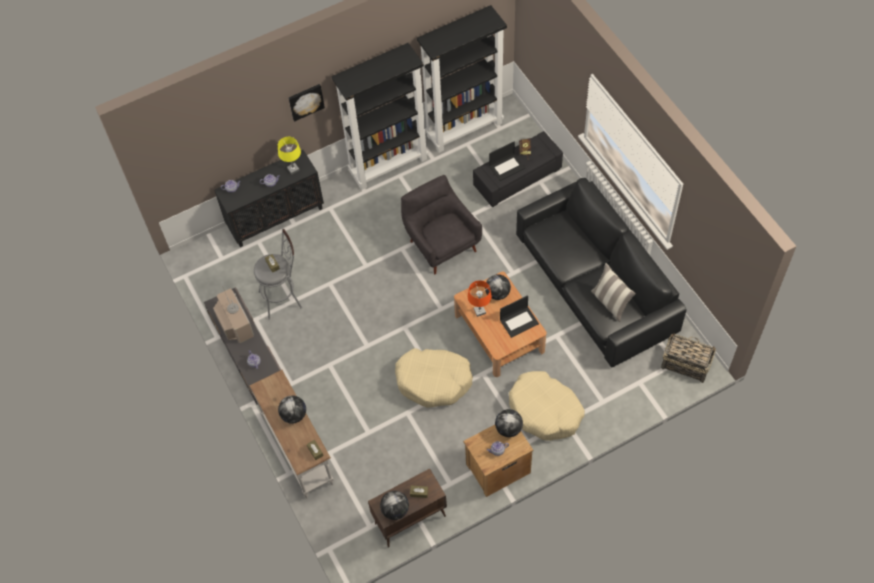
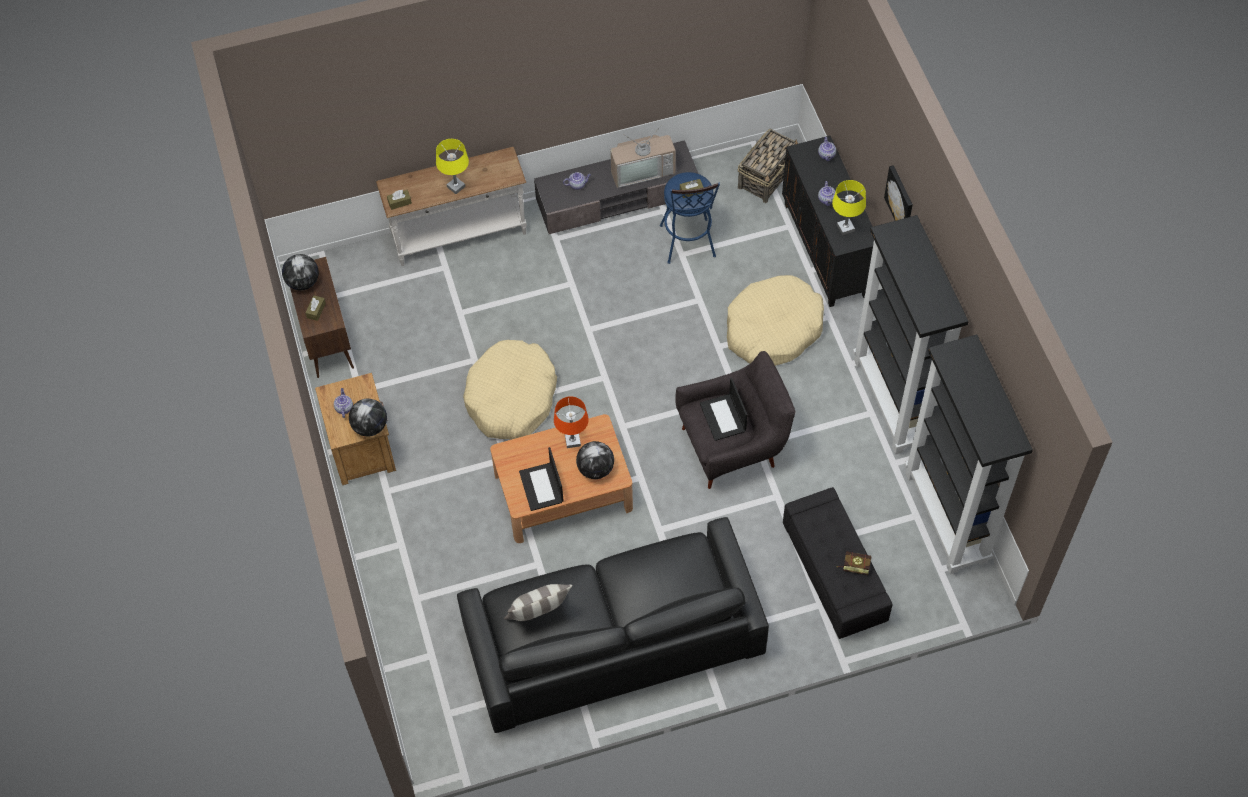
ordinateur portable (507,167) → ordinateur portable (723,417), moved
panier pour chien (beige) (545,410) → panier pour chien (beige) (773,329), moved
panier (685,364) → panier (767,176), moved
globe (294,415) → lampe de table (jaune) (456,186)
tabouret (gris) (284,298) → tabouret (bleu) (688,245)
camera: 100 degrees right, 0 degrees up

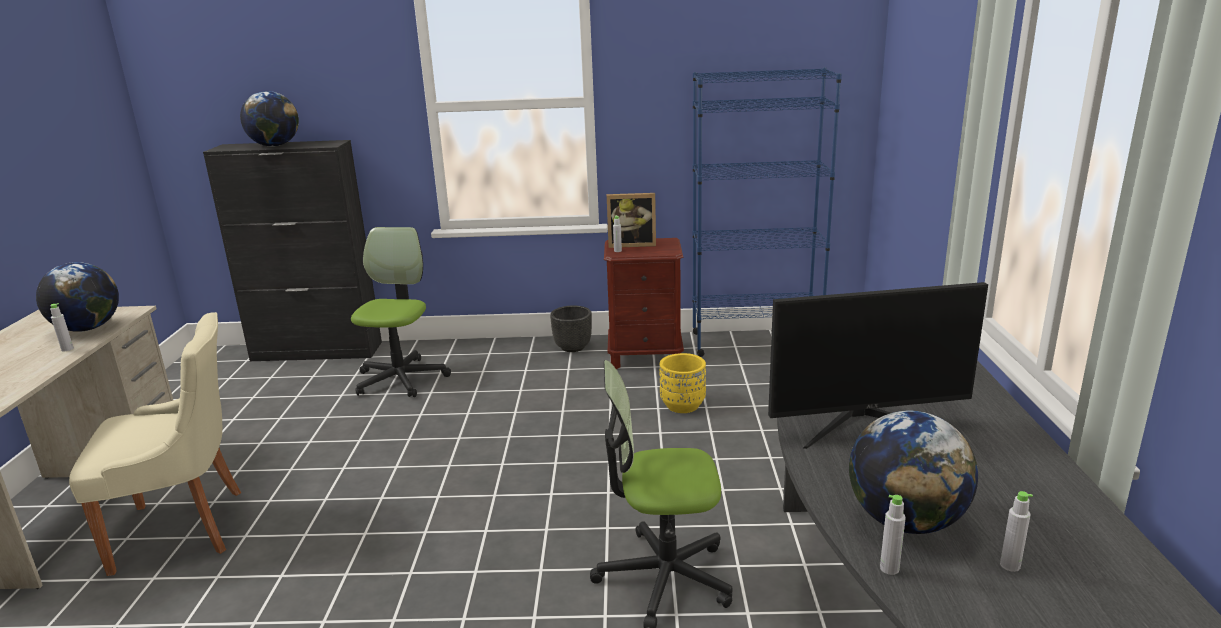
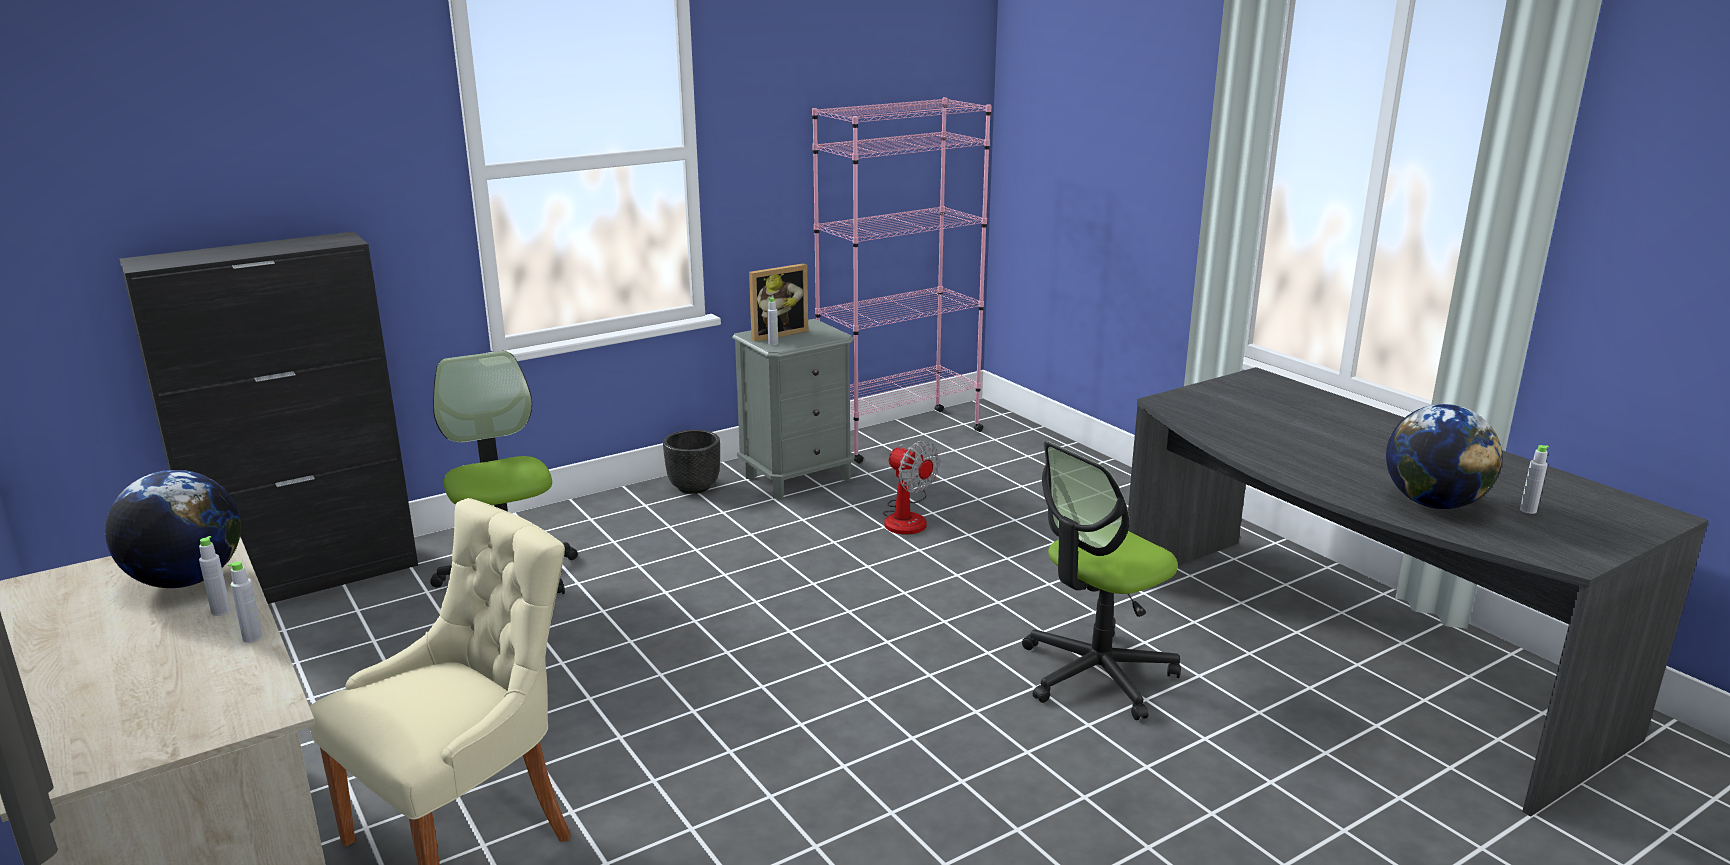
globe (275,146) → -
écran d'ordinateur (865,424) → -
bouteille (gris) (889,568) → bouteille (gris) (252,638), moved
cache-pot (jaune) (682,405) → ventilateur (907,517)
table de chevet (marron) (645,357) → table de chevet (gris) (798,478)
bibliothèque (bleu) (755,342) → bibliothèque (rose) (899,435)
camera: 35 degrees left, 0 degrees up

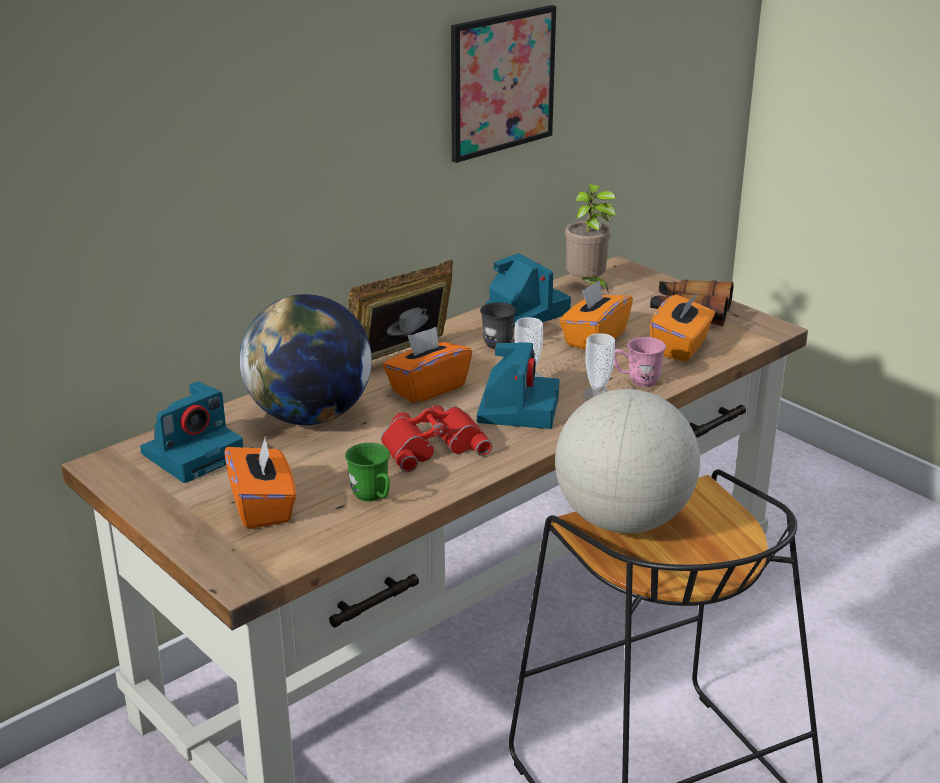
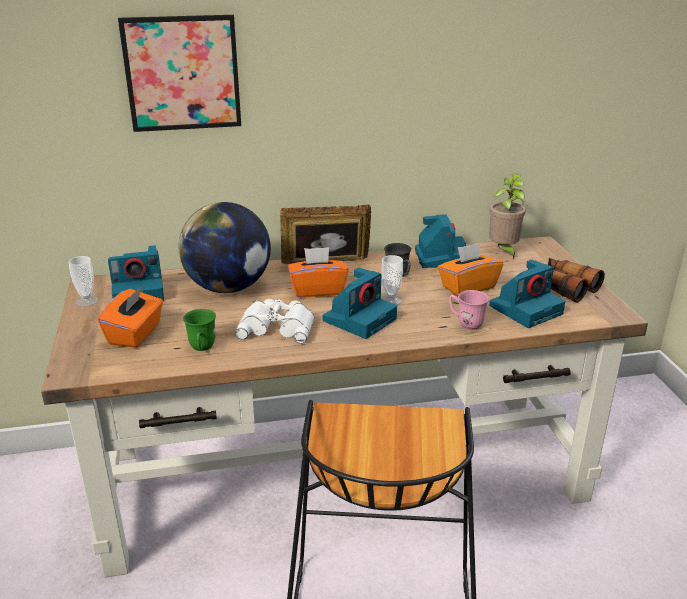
globe (622,520) → -
tableau (502,82) → tableau (182,73), moved
tasse (597,394) → tasse (87,301), moved
boîte à mouchoirs (orange) (681,347) → appareil photo (526,309)
jumelles (rouge) (432,444) → jumelles (blanc) (277,326)
camera: 30 degrees right, 0 degrees up

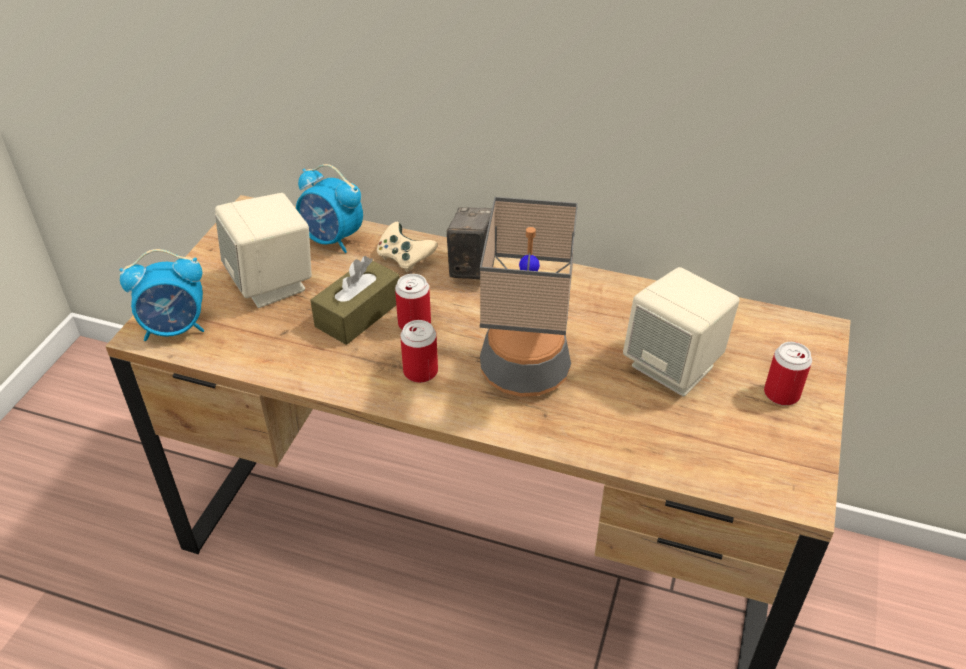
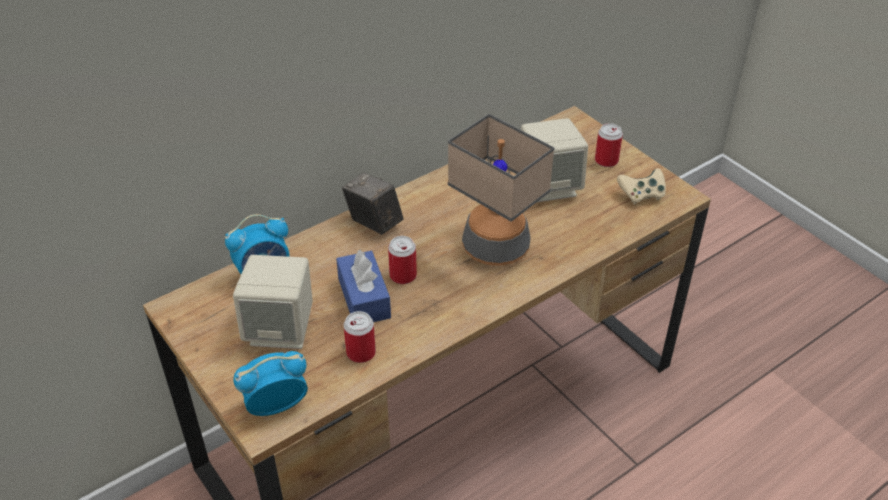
manette (beige) (404,259) → manette (beige) (641,195), moved
boîte métallique (420,371) → boîte métallique (361,353), moved
boîte à mouchoirs (marron) (358,314) → boîte à mouchoirs (bleu) (364,298)
réveil (176,328) → réveil (275,405), 135 degrees counterclockwise
camera: 55 degrees left, 0 degrees up

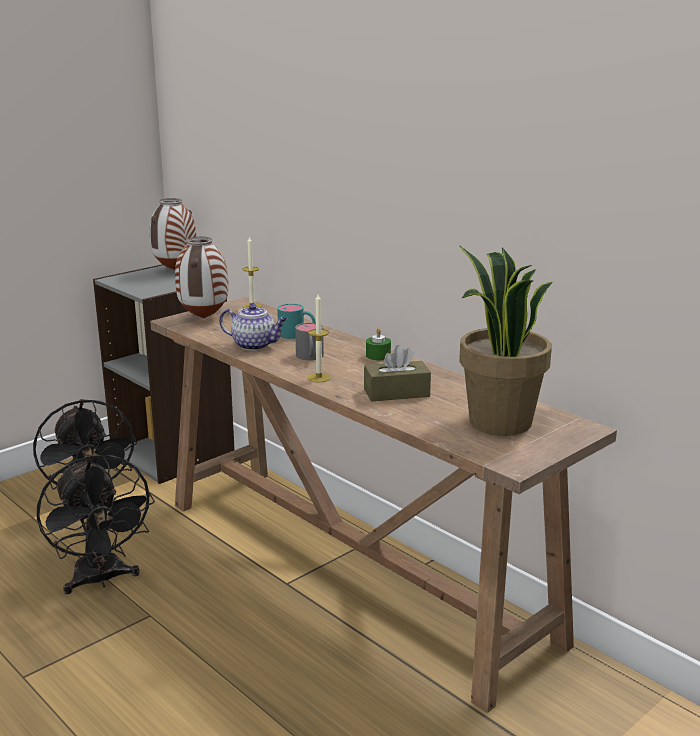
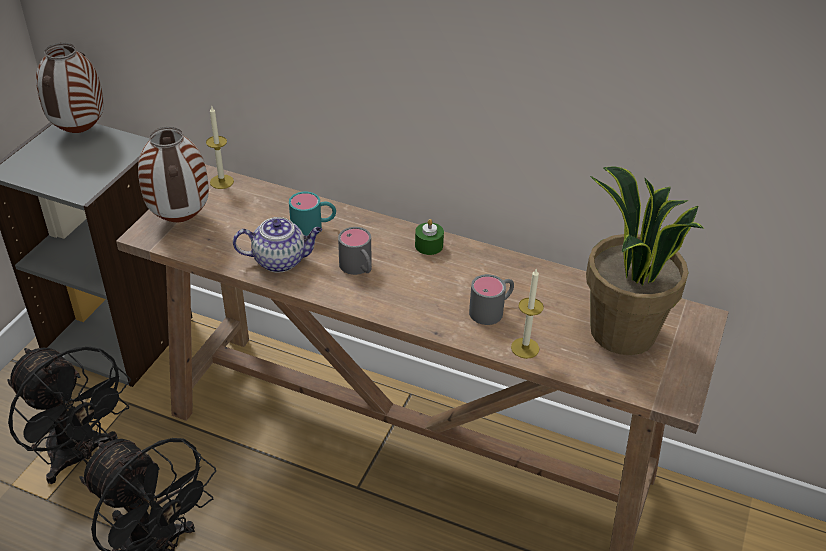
bougie (319,377) → bougie (525,348), moved
boîte à mouchoirs (marron) (396,393) → mug (gris) (492,309)
camera: 25 degrees left, 20 degrees up

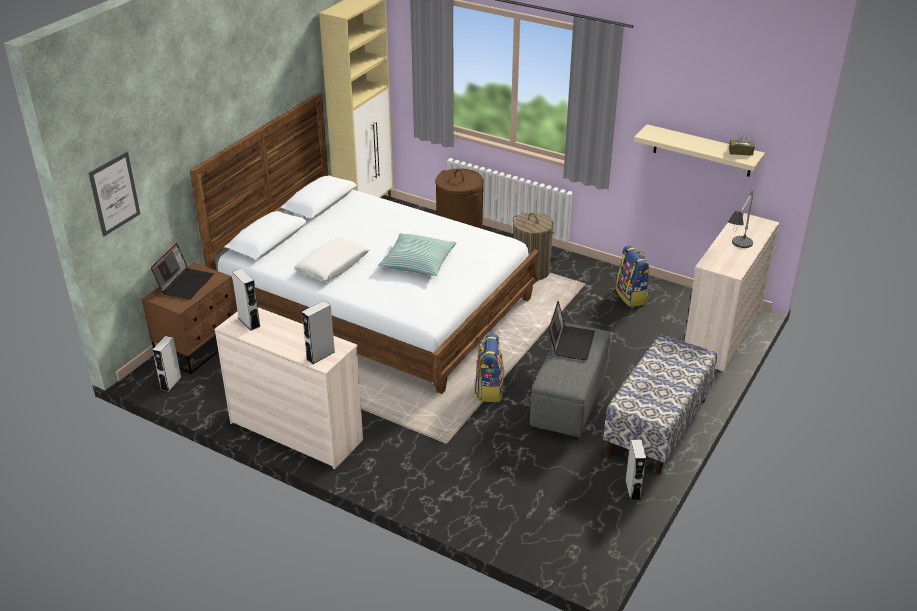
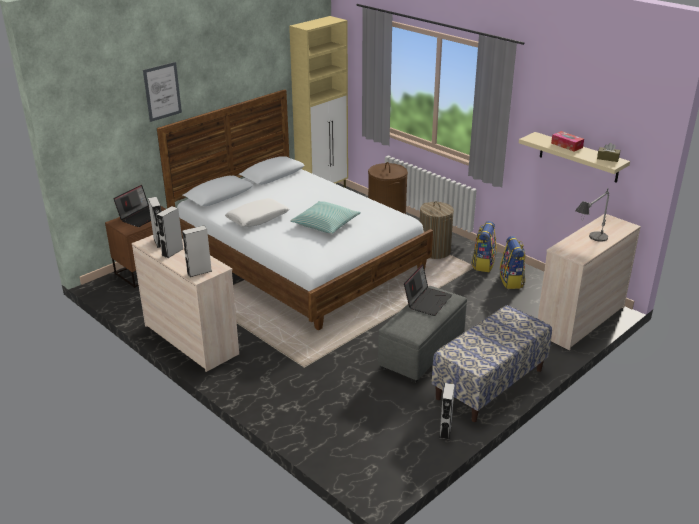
- → boîte à mouchoirs (566,145)
tableau (114,193) → tableau (162,91), moved
enceinte (gris) (171,383) → enceinte (gris) (172,252), moved
sac à dos (489,389) → sac à dos (483,264), moved
camera: 15 degrees right, 5 degrees down

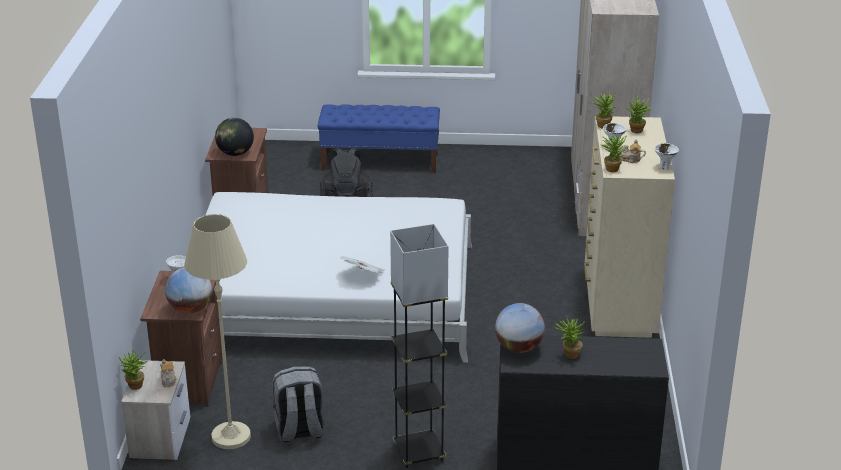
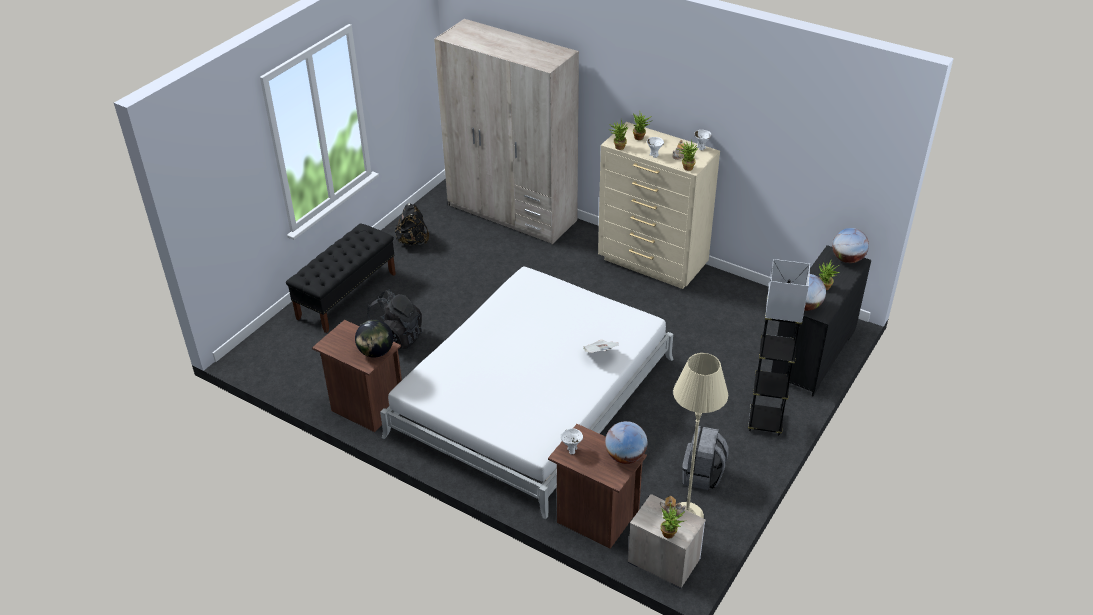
- → sac à dos (noir) (413,241)
- → globe (847,259)
banc (bleu) (380,162) → banc (noir) (347,296)
camera: 60 degrees left, 10 degrees up

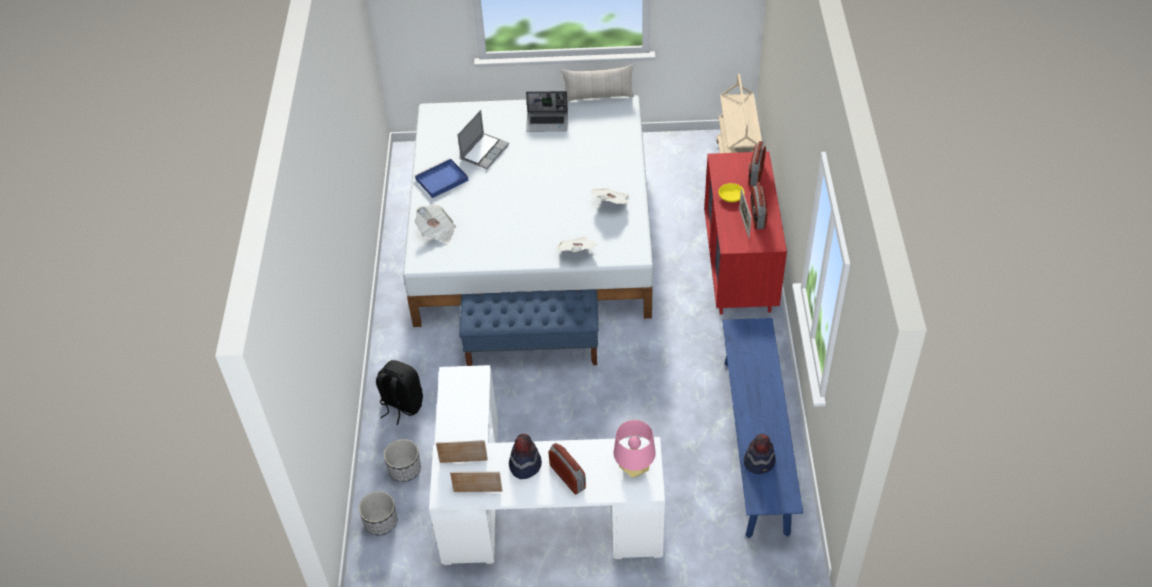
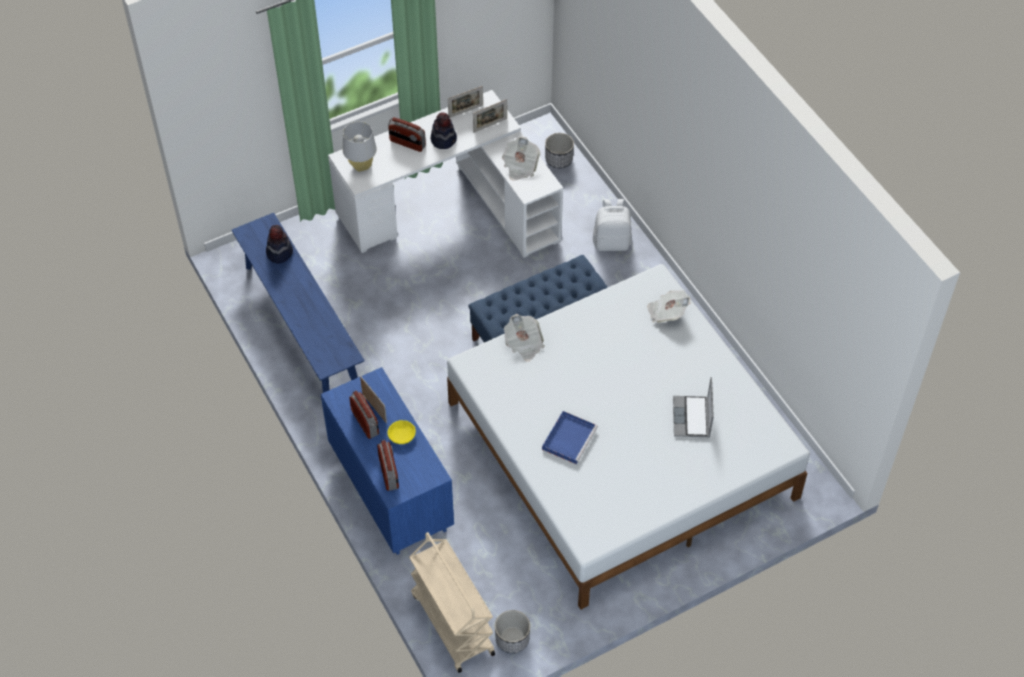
ordinateur portable (547,122) → -
coussin (beige) (598,96) → -
cache-pot (405,469) → cache-pot (512,639), moved
plateau (bleu) (441,180) → plateau (bleu) (569,438), moved
journal (612,203) → journal (520,166), moved
sac à dos (noir) (401,405) → sac à dos (blanc) (612,242)
lampe de table (rose) (634,469) → lampe de table (gris) (361,166)
commode (rouge) (739,268) → commode (bleu) (391,491)
camera: 150 degrees right, 5 degrees up

